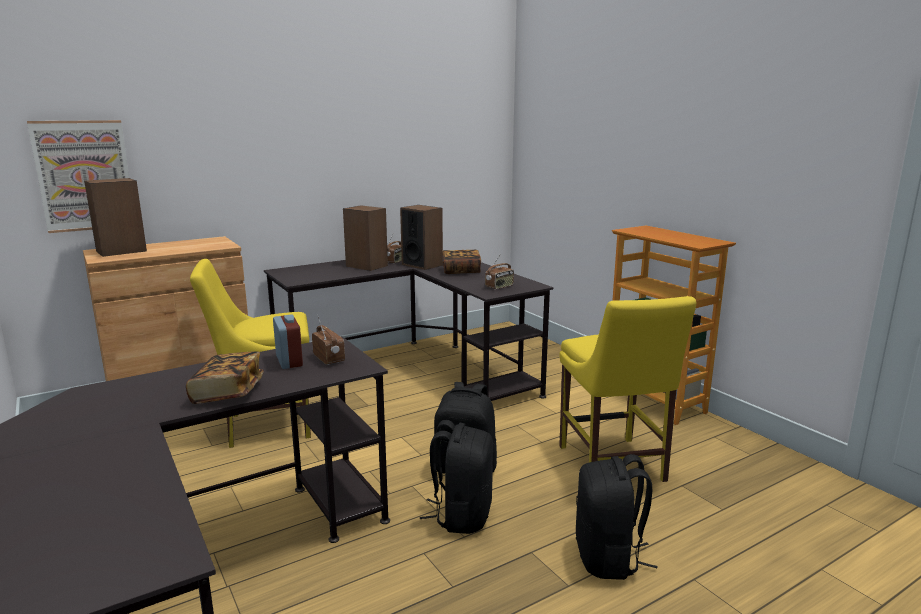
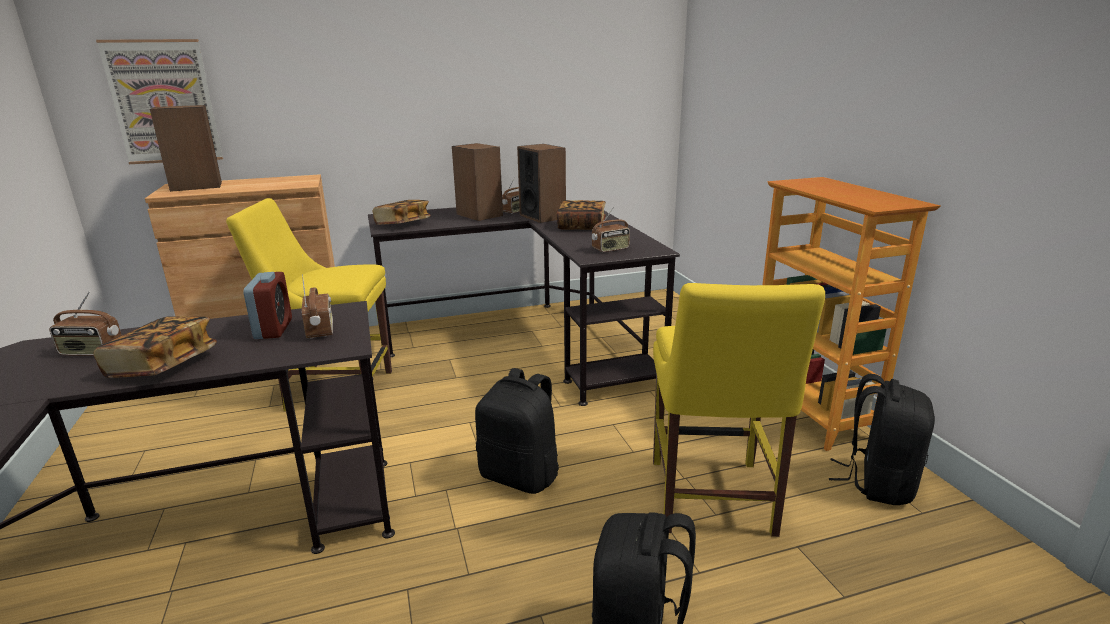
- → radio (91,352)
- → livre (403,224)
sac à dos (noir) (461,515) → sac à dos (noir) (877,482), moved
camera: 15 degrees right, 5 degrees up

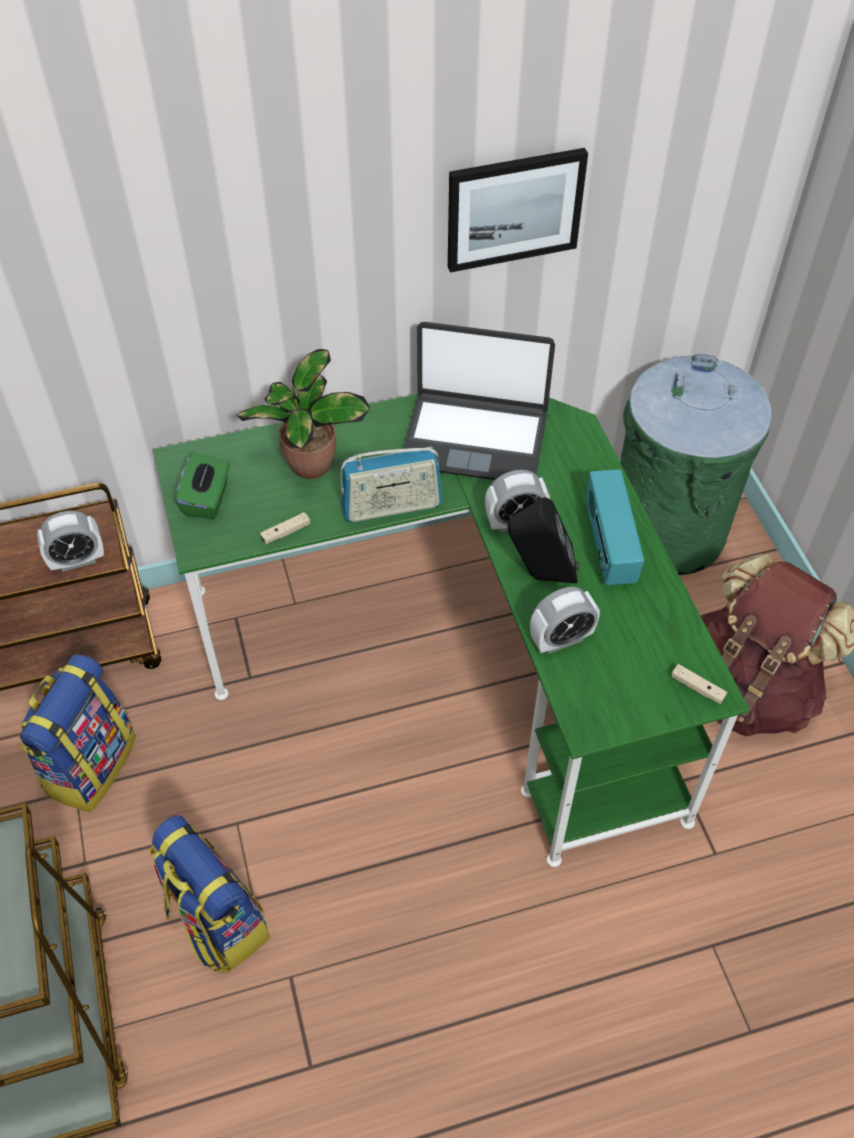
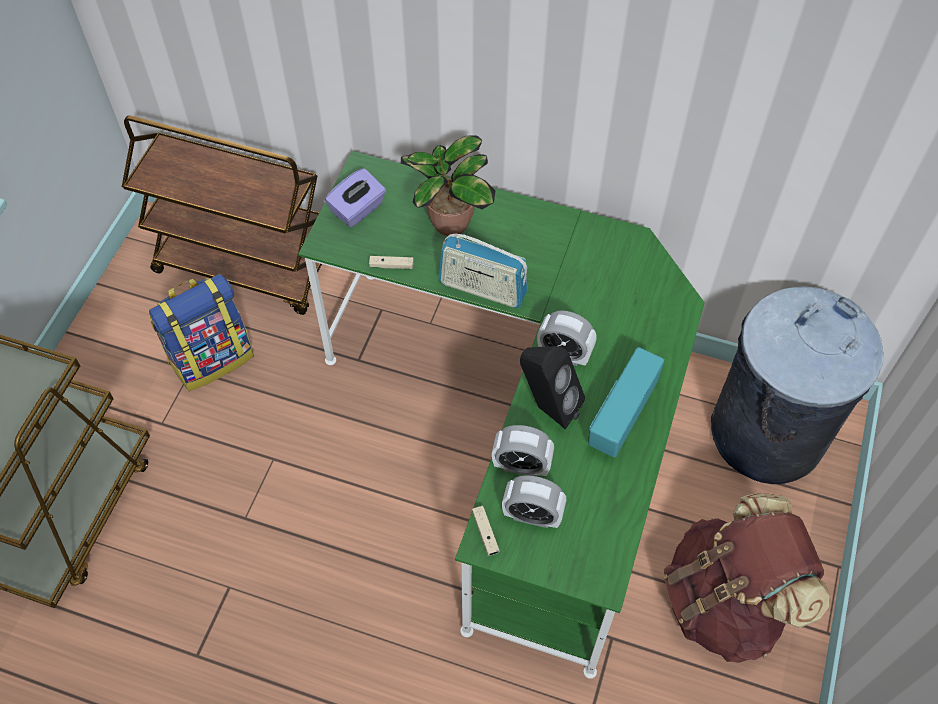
sac à dos (215,921) → -
ordinateur portable (475,438) → -
tableau (514,208) → -
réveil (77,560) → réveil (532,516), moved
manette (beige) (697,688) → manette (beige) (485,533), moved
boîte à mouchoirs (vert) (207,499) → boîte à mouchoirs (violet) (358,209)
poubelle (vert) (665,530) → poubelle (gris) (766,432)
camera: 35 degrees right, 5 degrees up

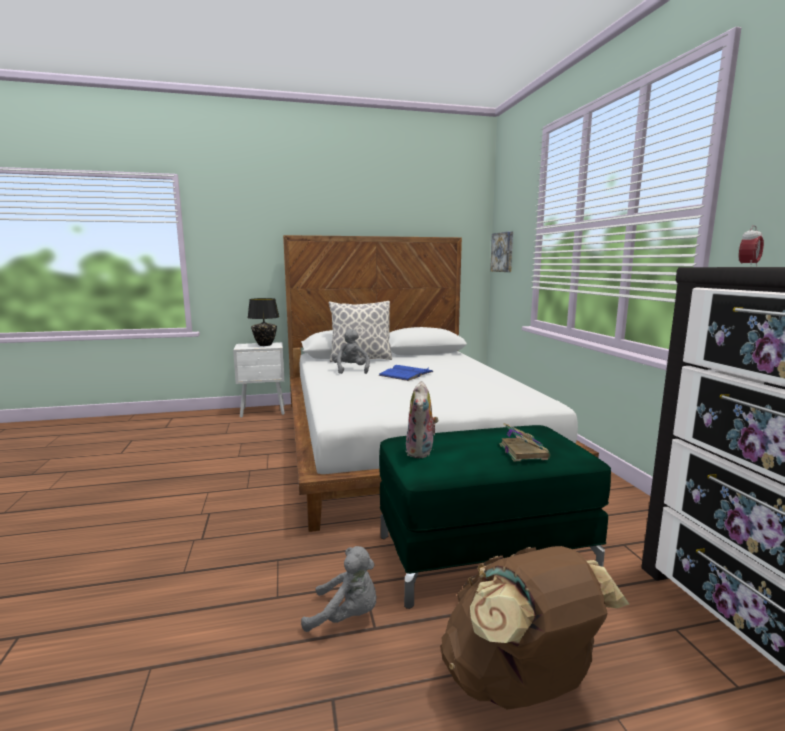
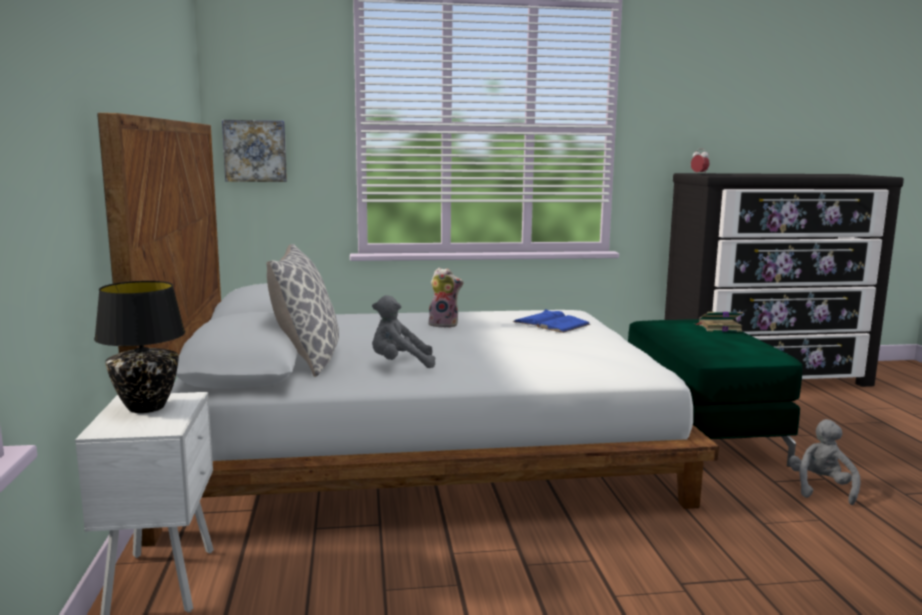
sac à dos (marron) (519,684) → -
livre (bleu) (406,373) → livre (bleu) (551,323), moved
peluche (421,452) → peluche (444,324), moved
camera: 85 degrees left, 0 degrees up

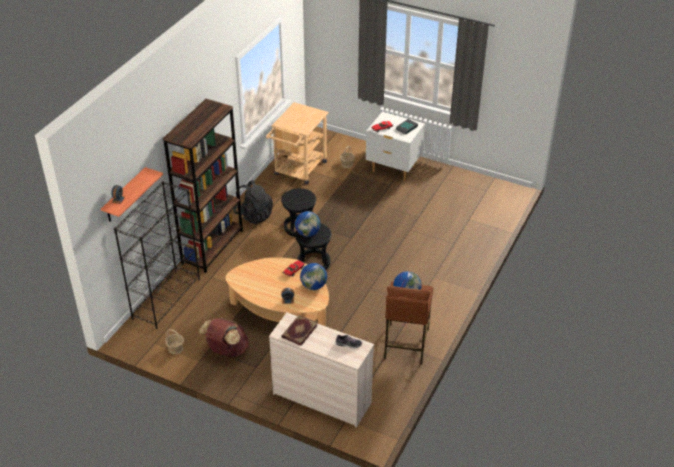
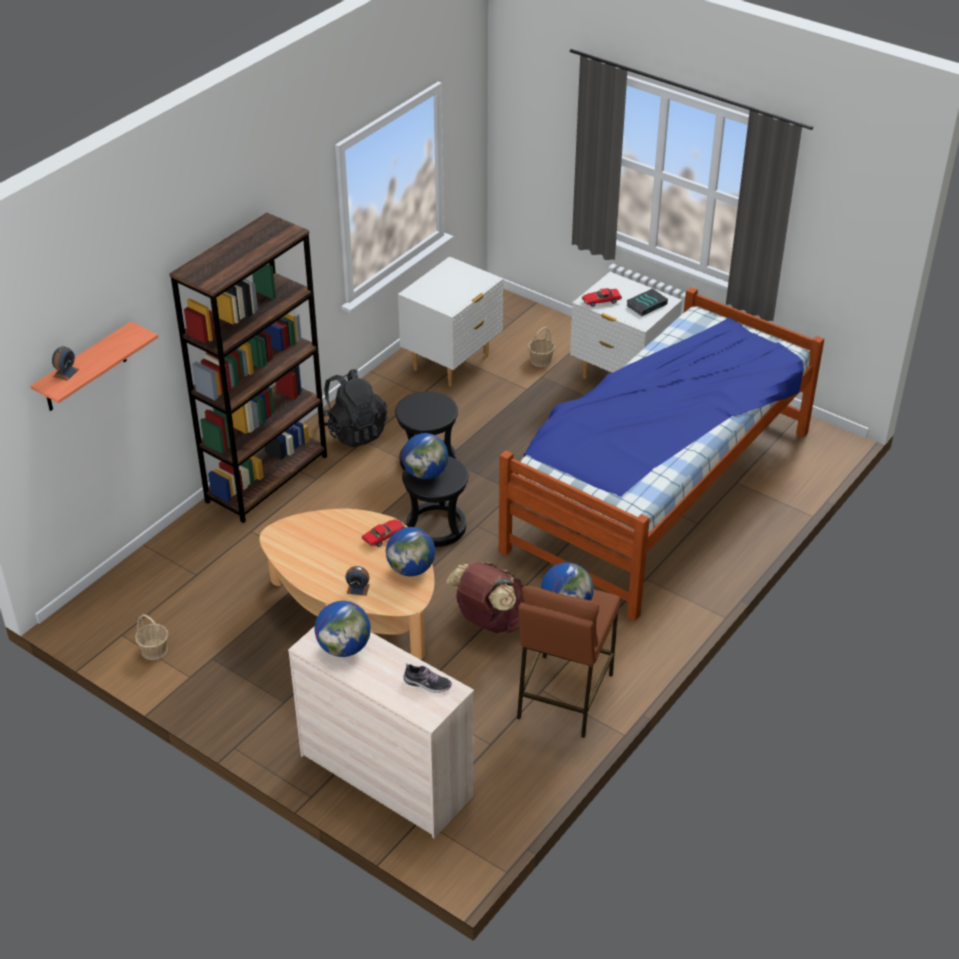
bibliothèque (noir) (166,298) → -
- → lit (657,489)
sac à dos (marron) (226,350) → sac à dos (marron) (490,621), moved
chariot (beige) (298,171) → table de chevet (blanc) (452,363)
livre (299,331) → globe (344,647)
camera: 10 degrees right, 0 degrees up

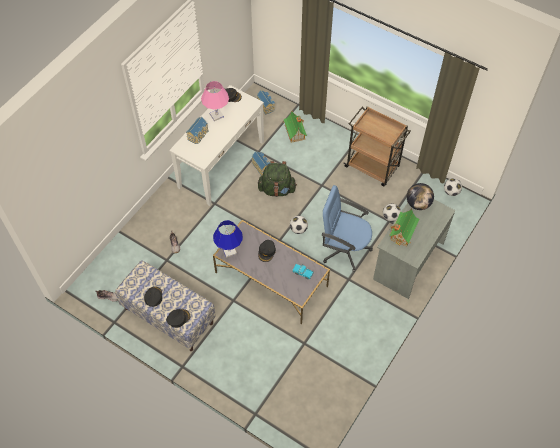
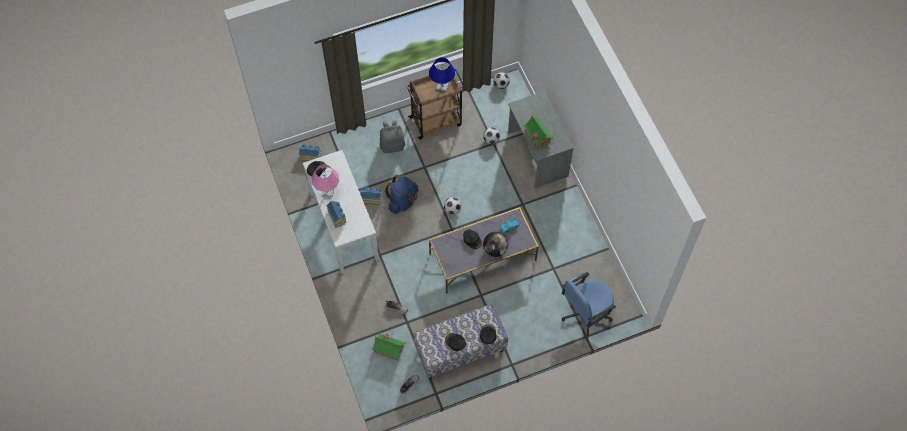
- → sac à dos (gris) (392,145)
lampe de table (bleu) (229,251) → lampe de table (bleu) (442,86), moved
maison miniature (294,132) → maison miniature (388,349), moved
chaise de bureau (bleu) (344,249) → chaise de bureau (bleu) (585,313), moved
globe (418,204) → globe (495,249), moved
sac à dos (vert) (277,189) → sac à dos (bleu) (403,201)
camera: 55 degrees left, 5 degrees up

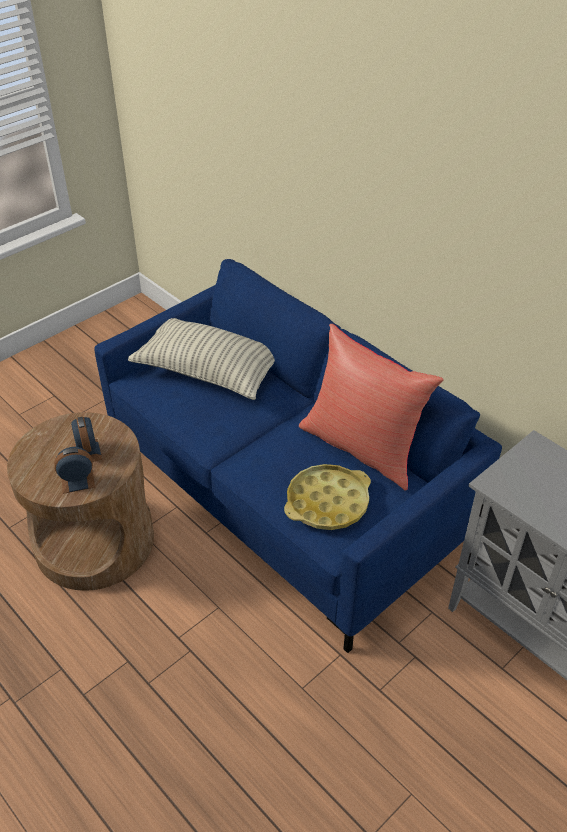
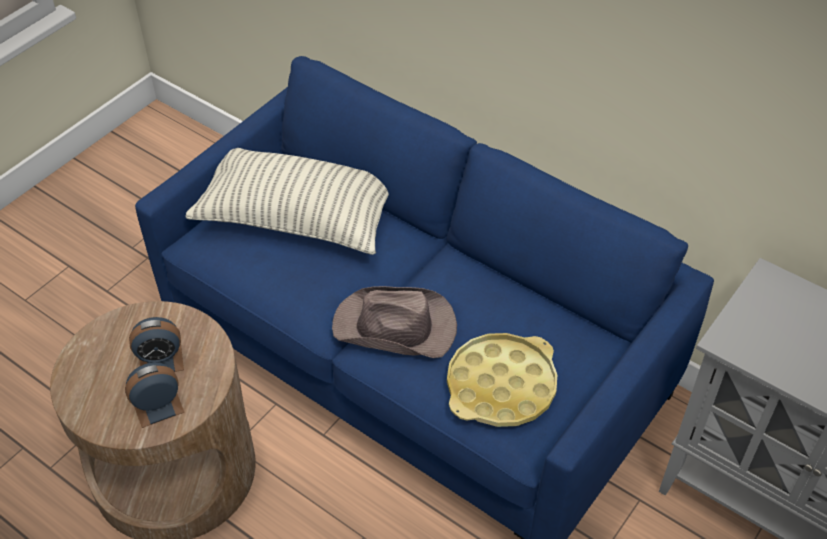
coussin (rouge) (362,447) → -
- → chapeau (marron) (396,328)
réveil (87,451) → réveil (161,360), 105 degrees clockwise
camera: 10 degrees left, 5 degrees up

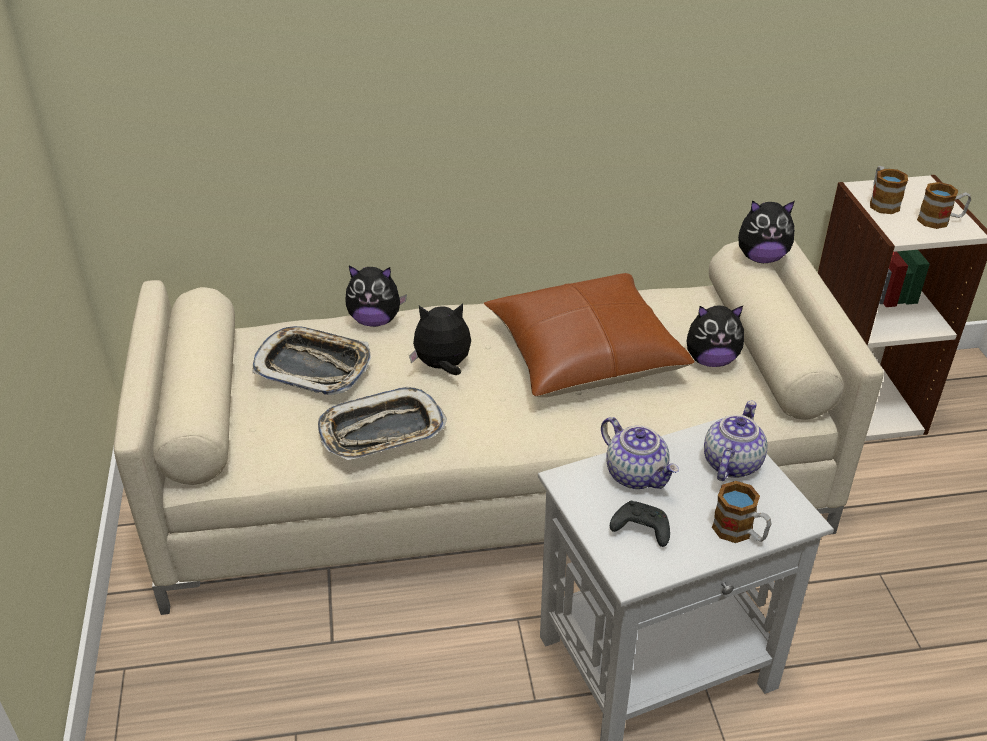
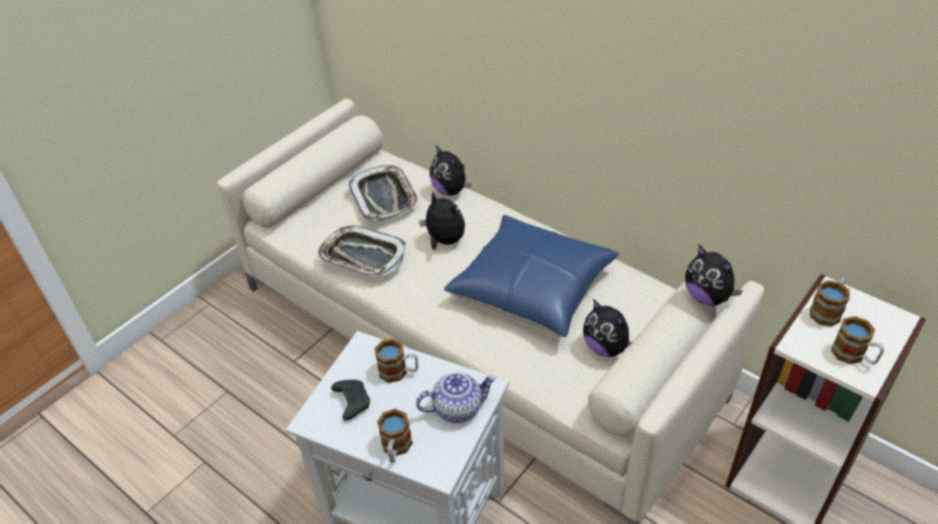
théière (637,475) → mug (399,372)
coussin (marron) (584,354) → coussin (bleu) (532,287)
camera: 50 degrees right, 5 degrees up

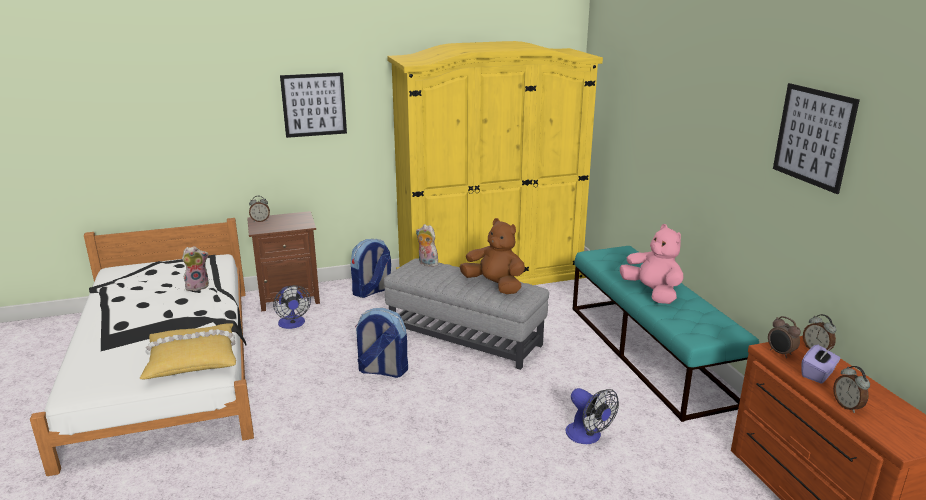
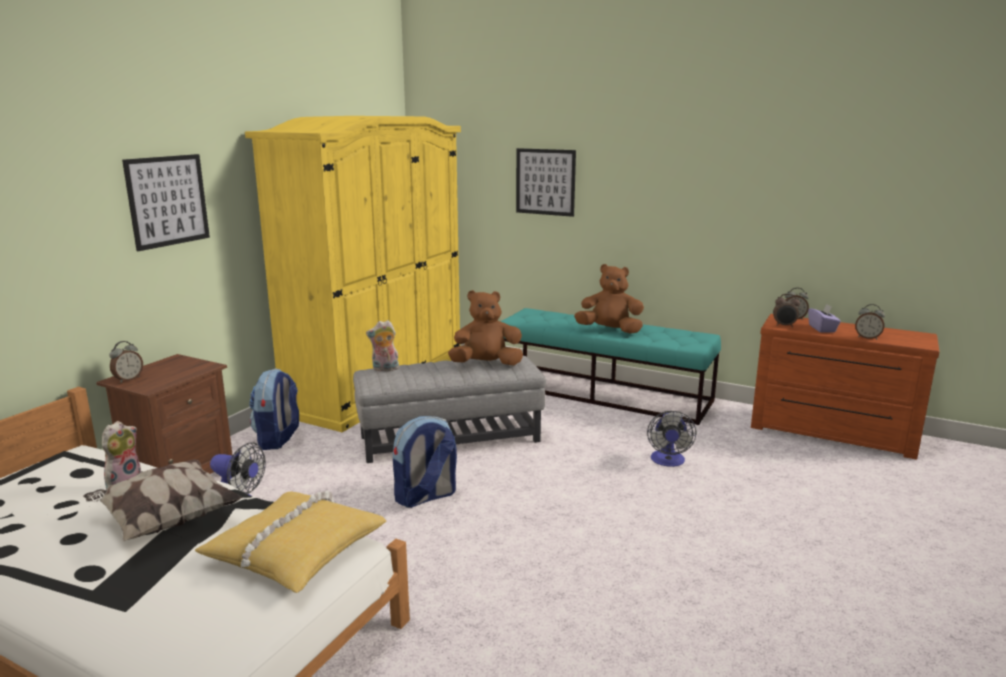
- → coussin (166,520)
tableau (813,136) → tableau (545,182), moved
peluche (rose) (652,293) → peluche (marron) (610,330)
ventilateur (588,436) → ventilateur (668,461), 90 degrees clockwise
camera: 45 degrees left, 5 degrees down

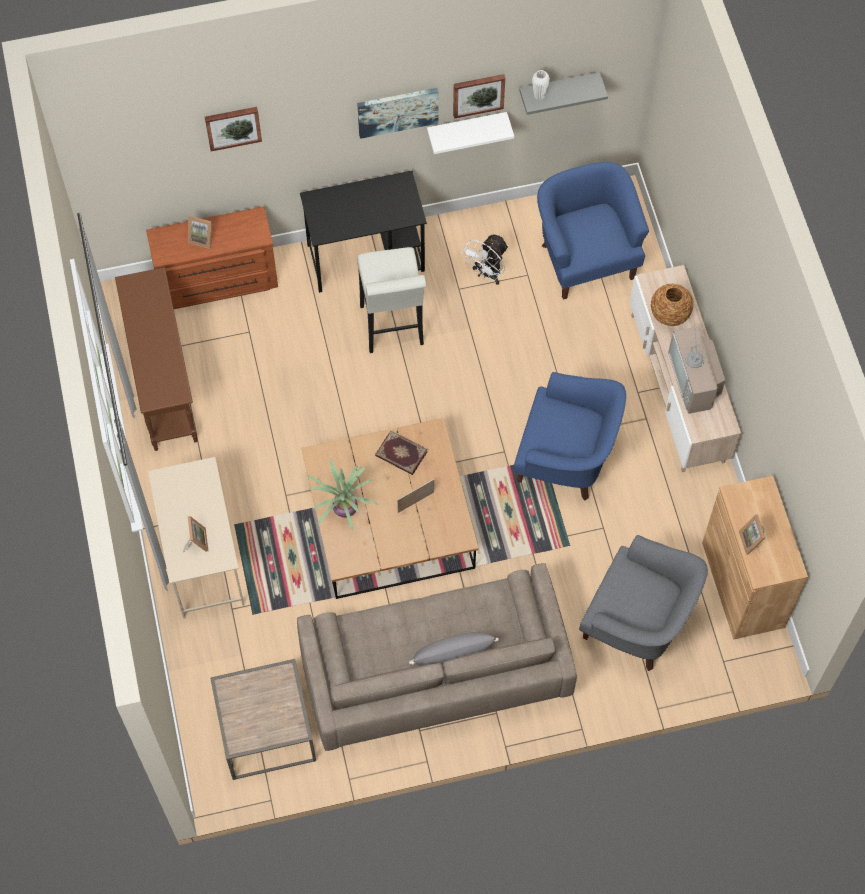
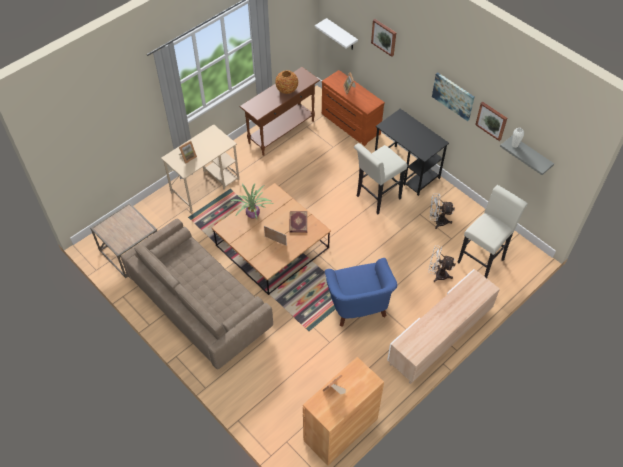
coussin (gris) (452,655) → -
fauteuil (gris) (638,624) → -
téléviseur (695,380) → -
- → ventilateur (blanc) (437,274)
étagère (blanc) (466,128) → étagère (blanc) (341,35), moved
vase (670,314) → vase (287,90), moved
fauteuil (bleu) (586,257) → tabouret (blanc) (483,259)
camera: 60 degrees right, 10 degrees down

